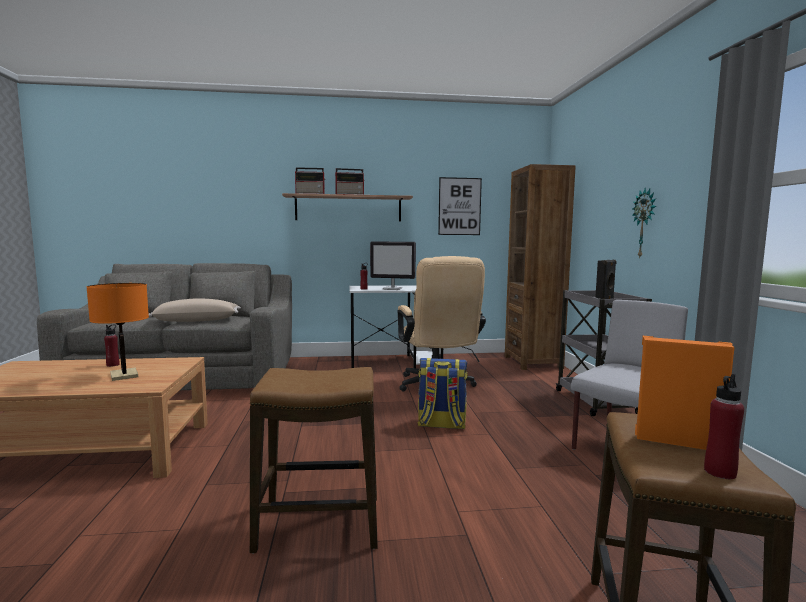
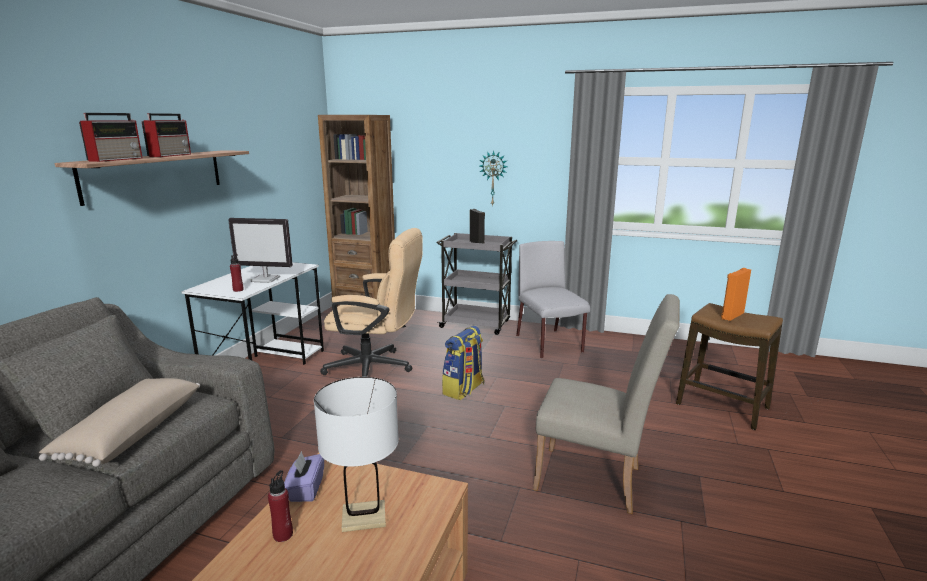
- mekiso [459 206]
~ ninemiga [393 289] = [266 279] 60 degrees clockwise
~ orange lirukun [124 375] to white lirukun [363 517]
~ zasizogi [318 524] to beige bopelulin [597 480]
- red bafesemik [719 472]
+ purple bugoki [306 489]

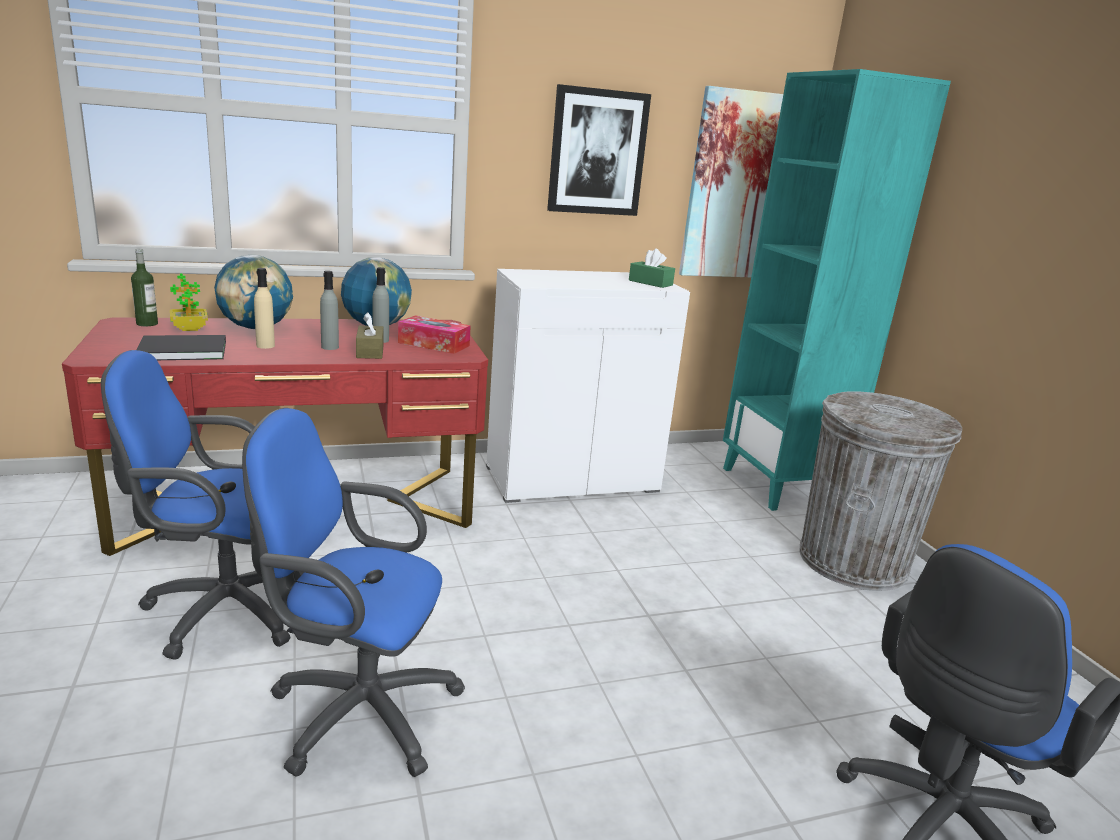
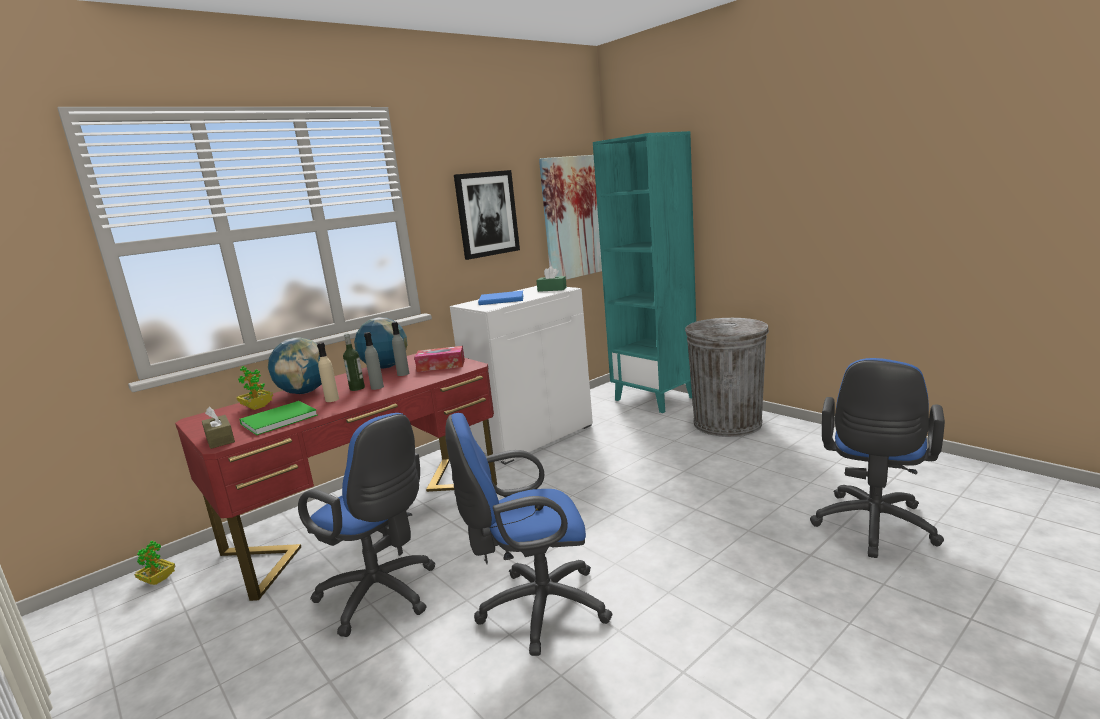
~ bafesemik [147 324] to [357 388]
~ brown bugoki [370 351] to [220 439]
~ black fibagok [180 350] to green fibagok [276 420]
~ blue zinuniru [219 610] = [383 596] 120 degrees counterclockwise
+ blue fibagok [503 300]
+ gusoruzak [158 580]

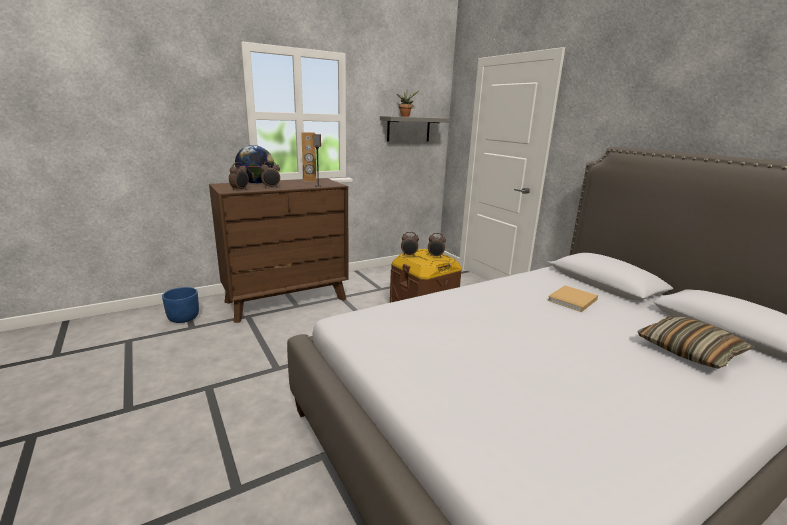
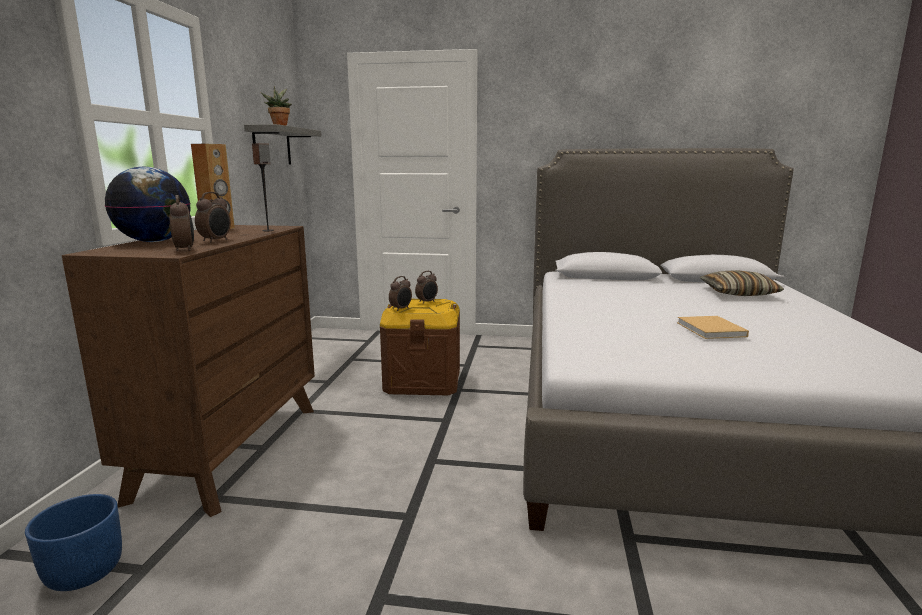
~ beige fibagok [571 300] to [712 330]

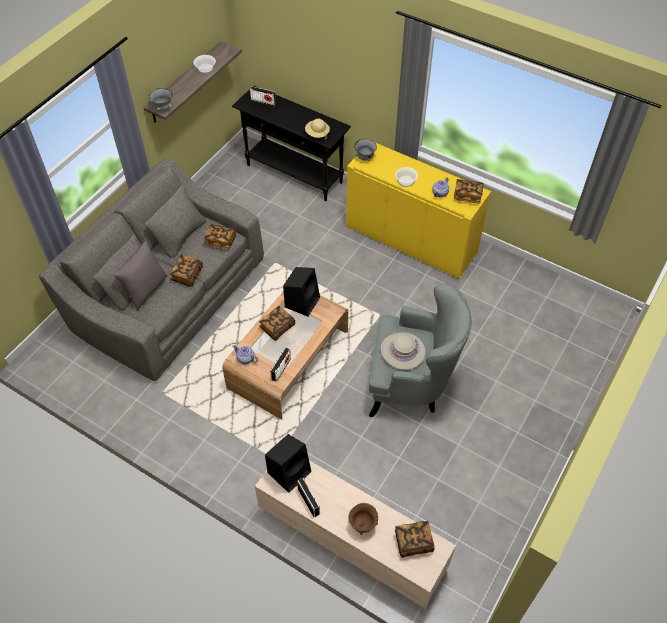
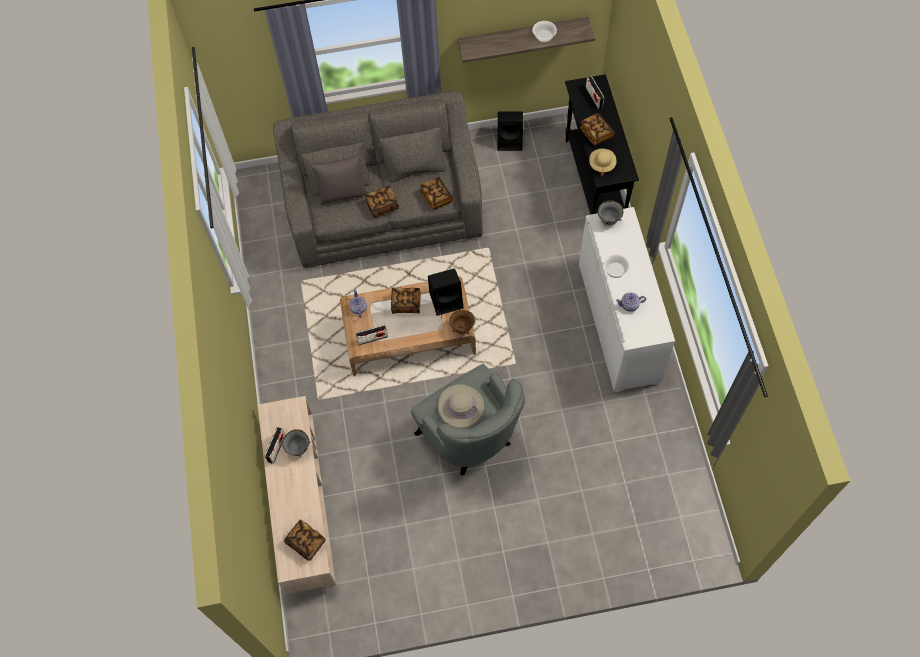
~ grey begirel [163 108] to [299 448]
~ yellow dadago [411 240] to white dadago [618 323]
~ fibagok [467 196] to [596 133]
~ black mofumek [290 471] to [510 140]
~ brown begirel [363 525] to [462 328]

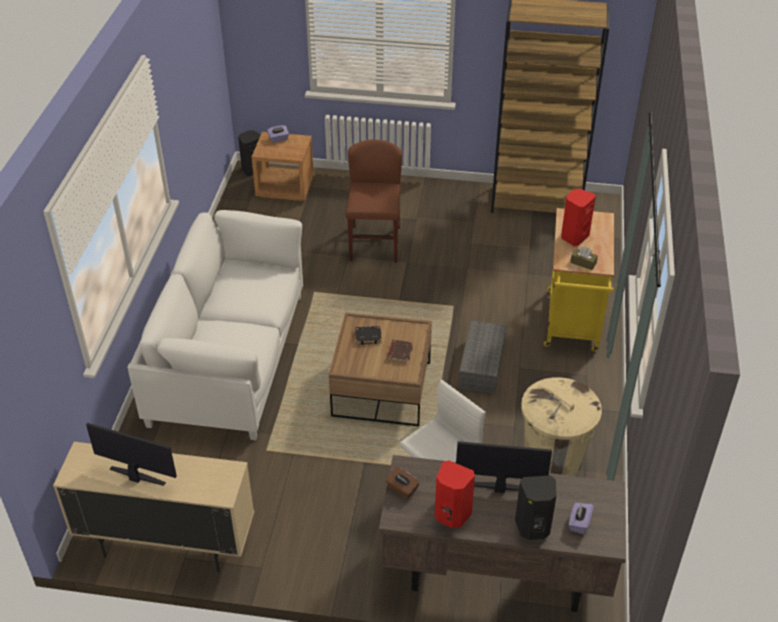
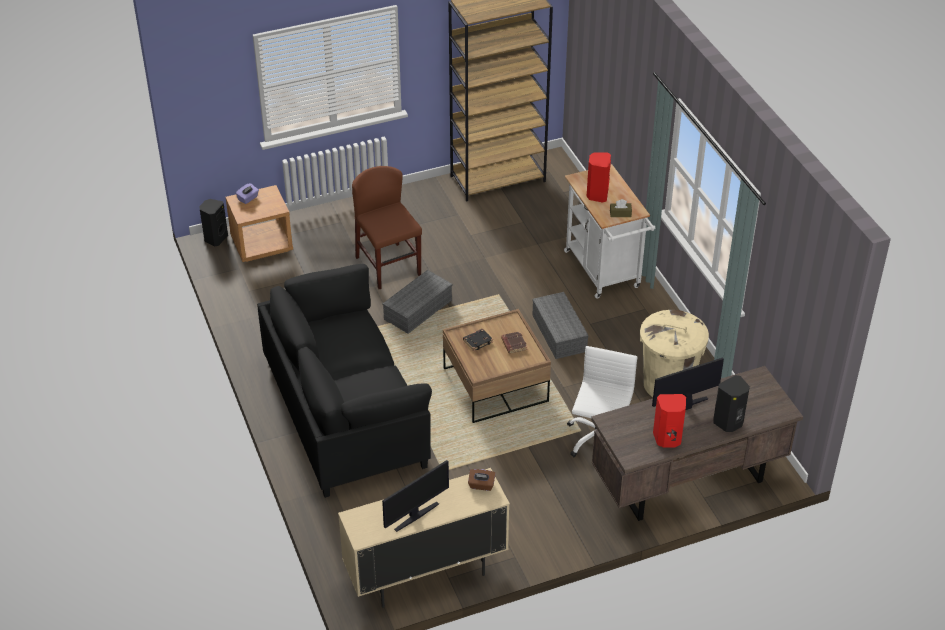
~ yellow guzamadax [572 324] to white guzamadax [604 273]
~ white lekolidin [229 358] to black lekolidin [346 413]
~ ninemiga [136 477] = [415 515] 150 degrees clockwise
~ brown bugoki [402 489] to [481 485]
- purple bugoki [579 523]
+ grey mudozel [418 309]

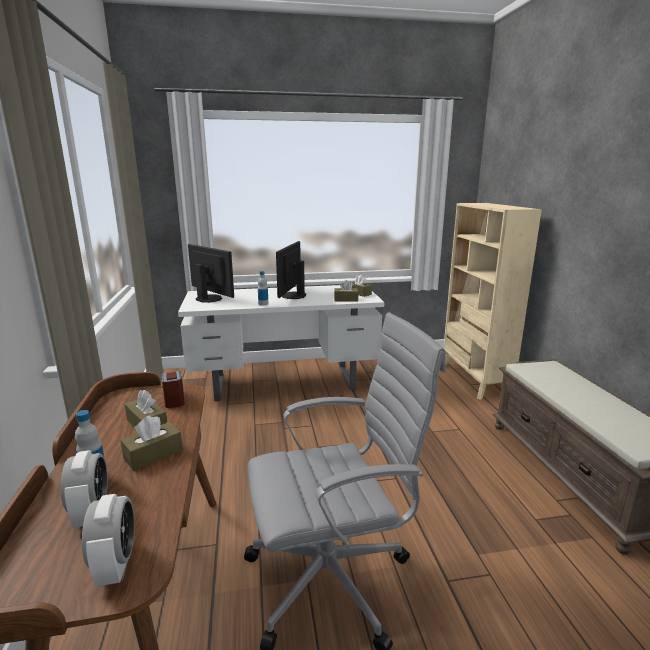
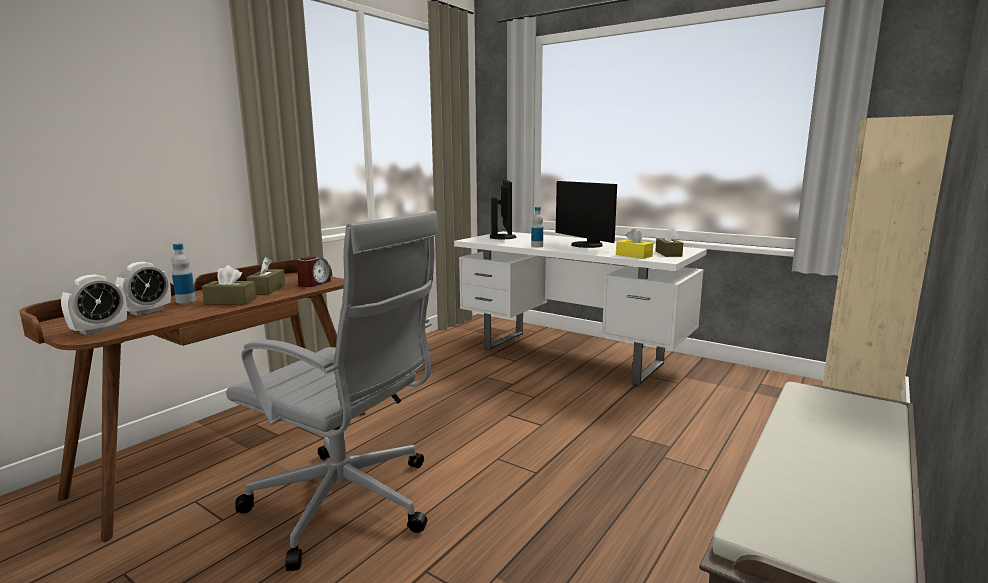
~ ninemiga [292 296] = [585 245] 90 degrees counterclockwise
~ brown bugoki [346 299] to yellow bugoki [634 255]

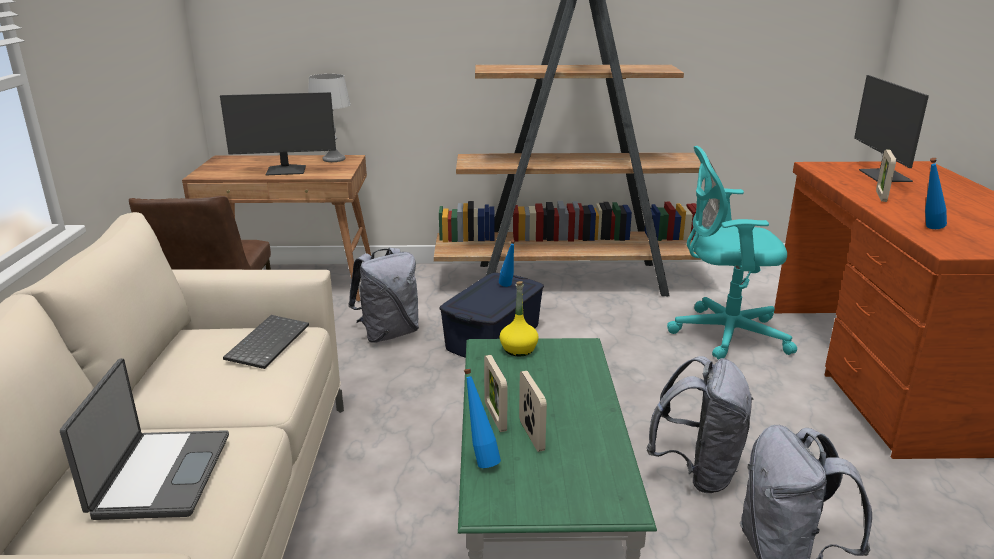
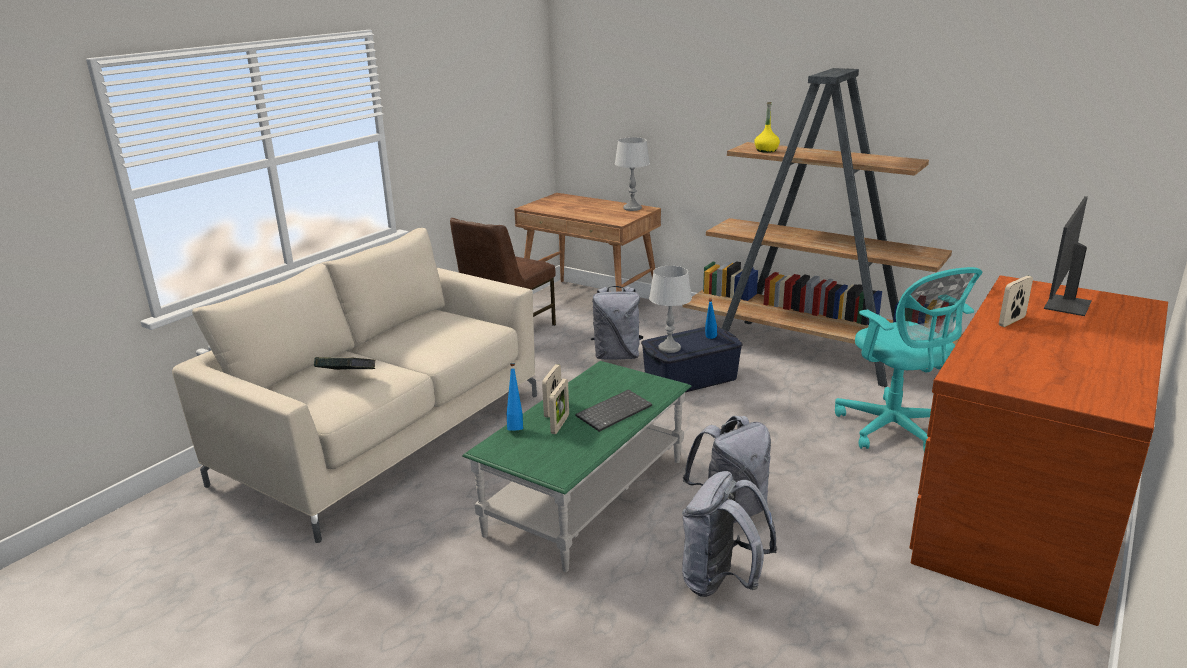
- ninemiga [286 171]
~ turquoise zinuniru [723 334] = [894 430] 150 degrees counterclockwise
- blue bafesemik [927 228]
~ yellow bafesemik [518 349] to [766 150]
~ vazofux [267 342] to [614 411]
~ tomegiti [160 475] to fibagok [347 378]
+ grey lirukun [669 348]

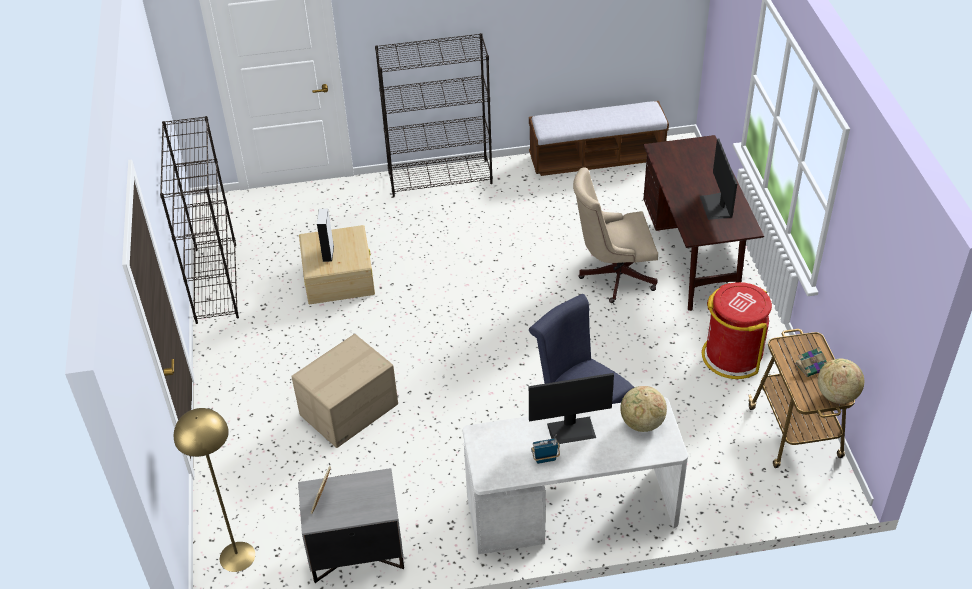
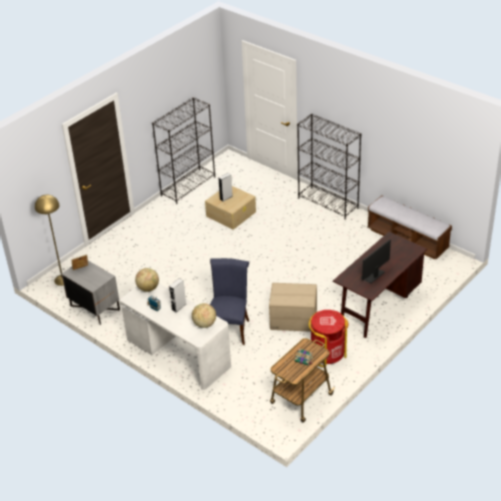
- beige zinuniru [612 276]
~ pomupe [349 410] to [293 319]
~ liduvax [836 395] to [148 288]
~ ninemiga [571 430] to grey mofumek [179 307]

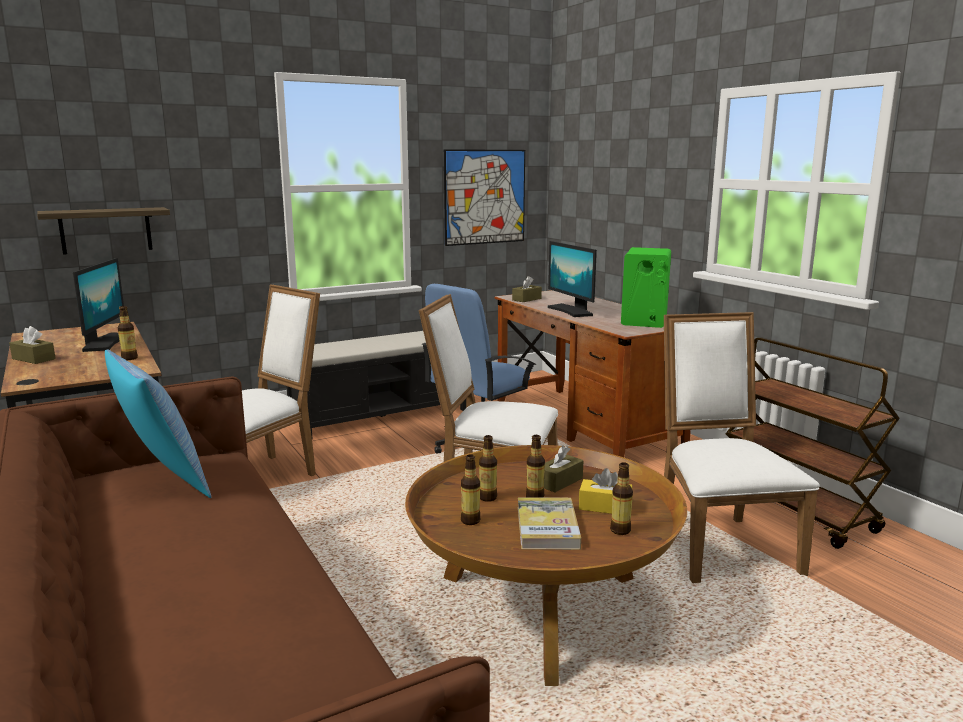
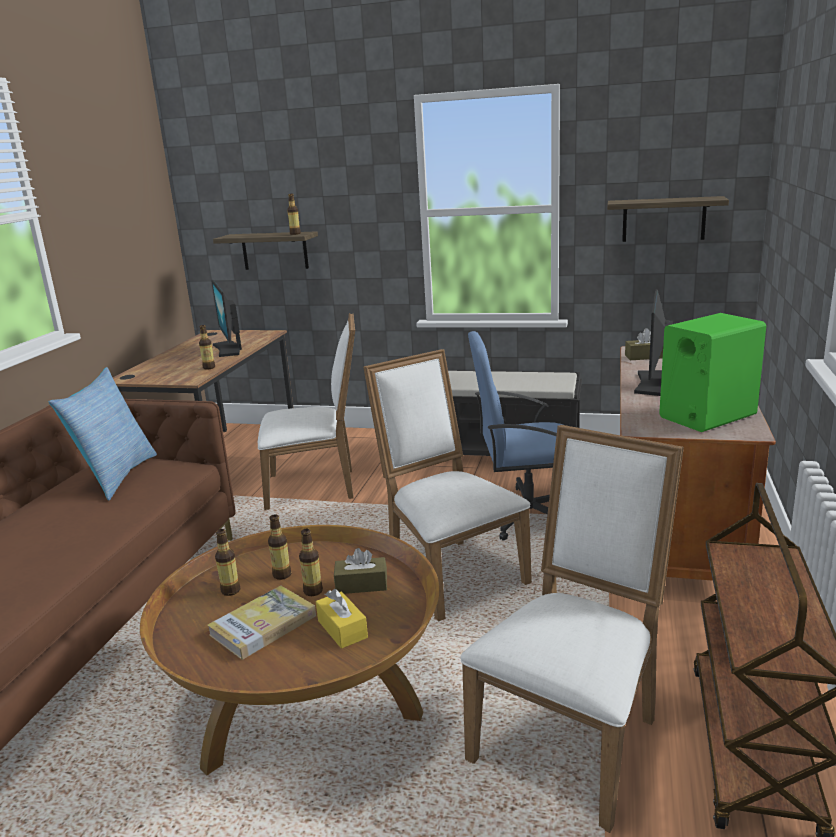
~ mekiso [485 197] to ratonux [663 219]
~ ninemiga [105 343] = [228 349] 120 degrees clockwise
- brown bugoki [33 359]
~ bafesemik [620 530] to [295 234]

